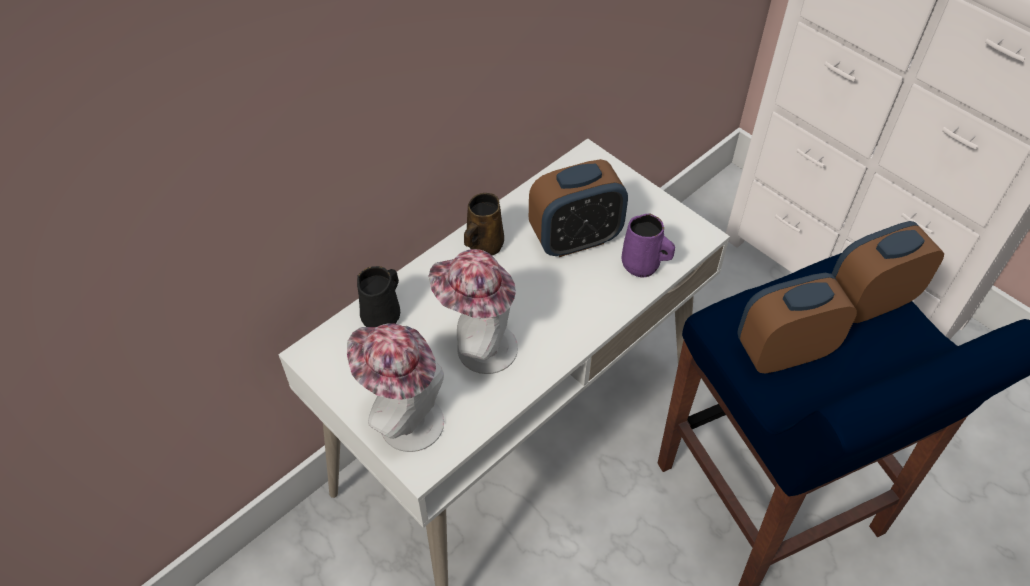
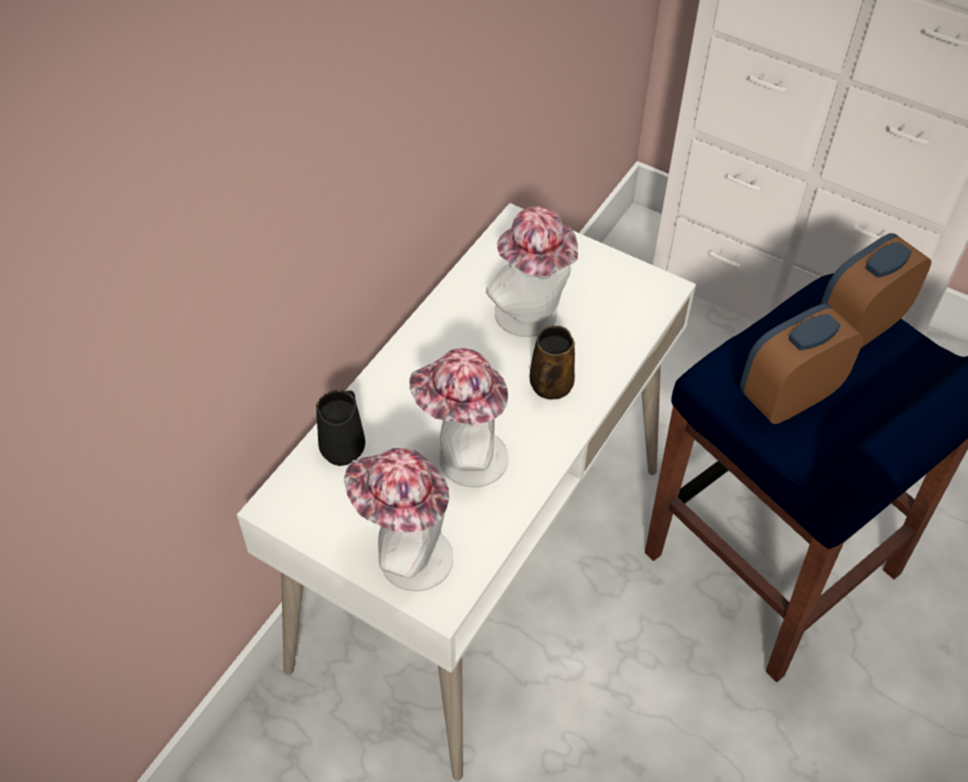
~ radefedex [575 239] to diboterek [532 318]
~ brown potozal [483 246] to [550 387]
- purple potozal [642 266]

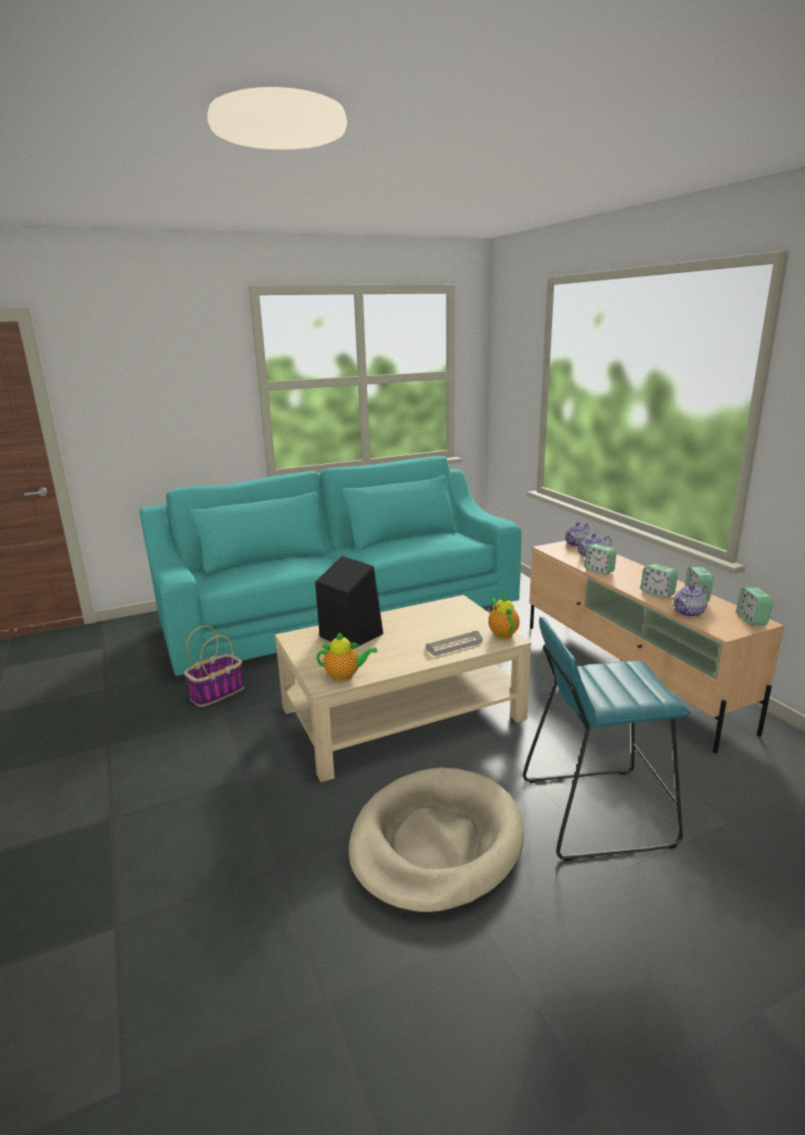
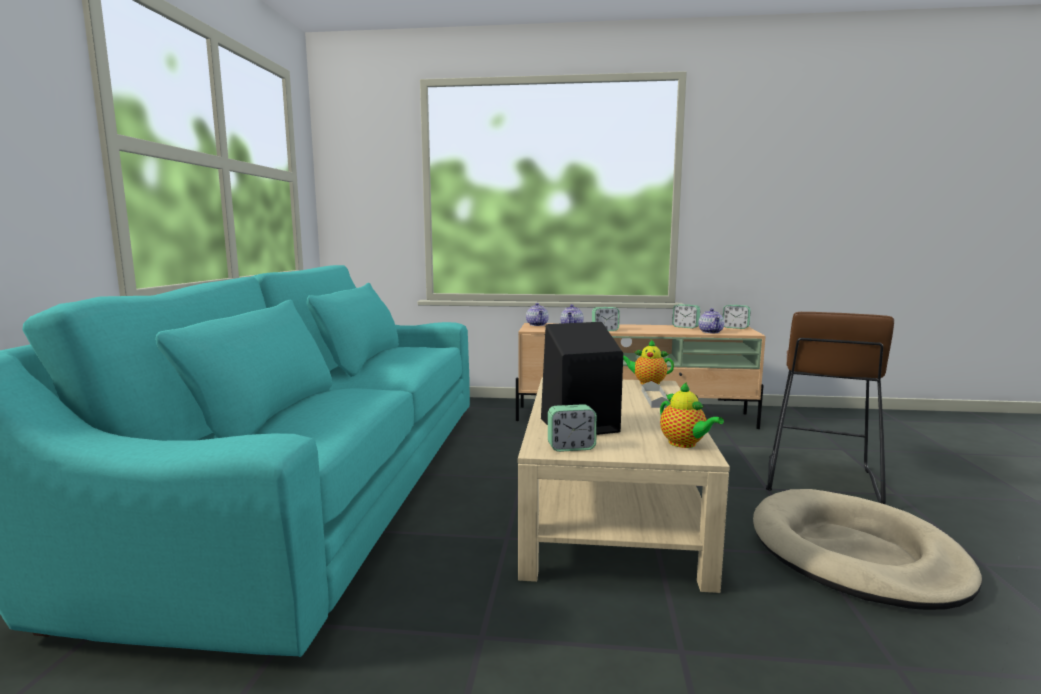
~ radefedex [657 593] to [571 447]
~ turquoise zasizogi [595 811] to brown zasizogi [819 480]
- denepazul [217 693]
~ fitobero [345 675] = [684 444] 120 degrees clockwise

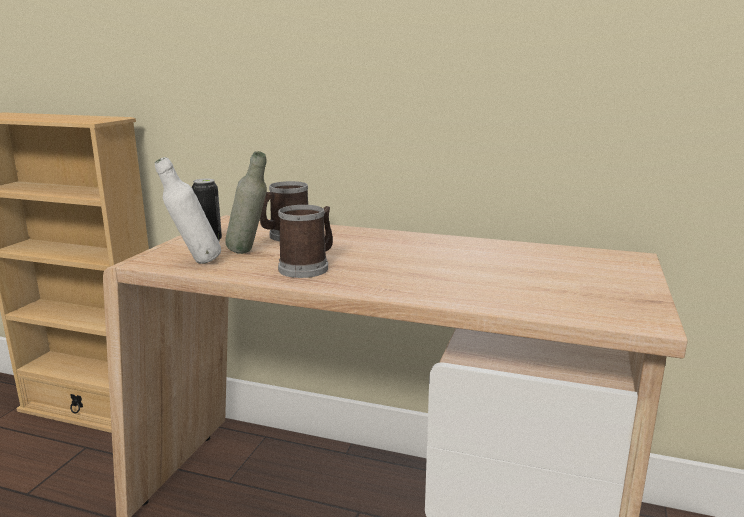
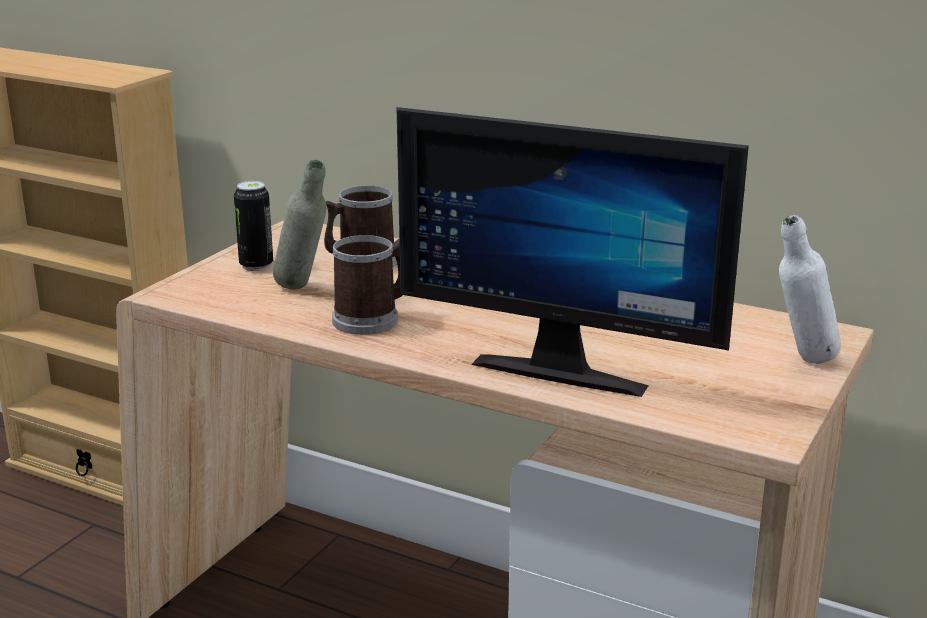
~ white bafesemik [194 264] to [801 362]
+ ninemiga [565 366]

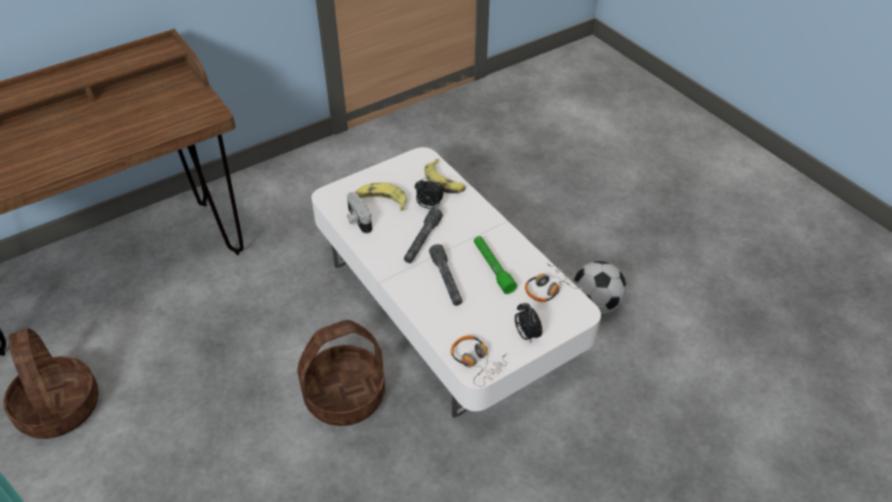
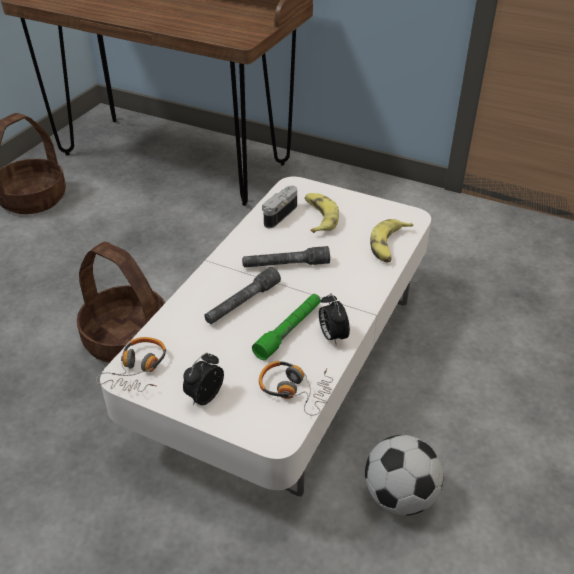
~ radefedex [429 206] to [332 336]

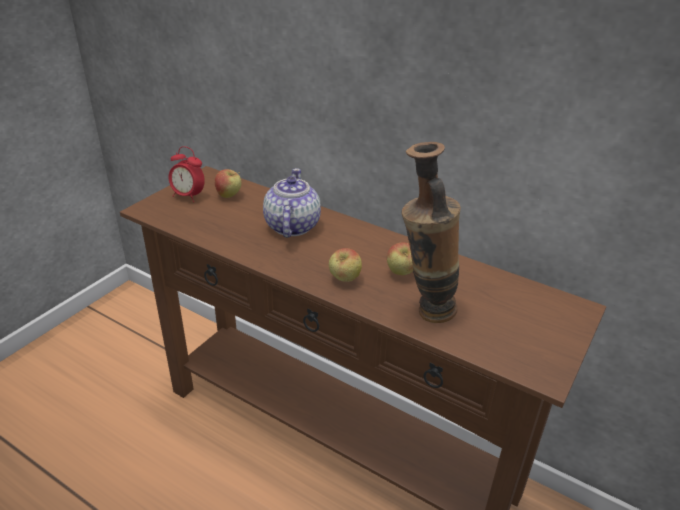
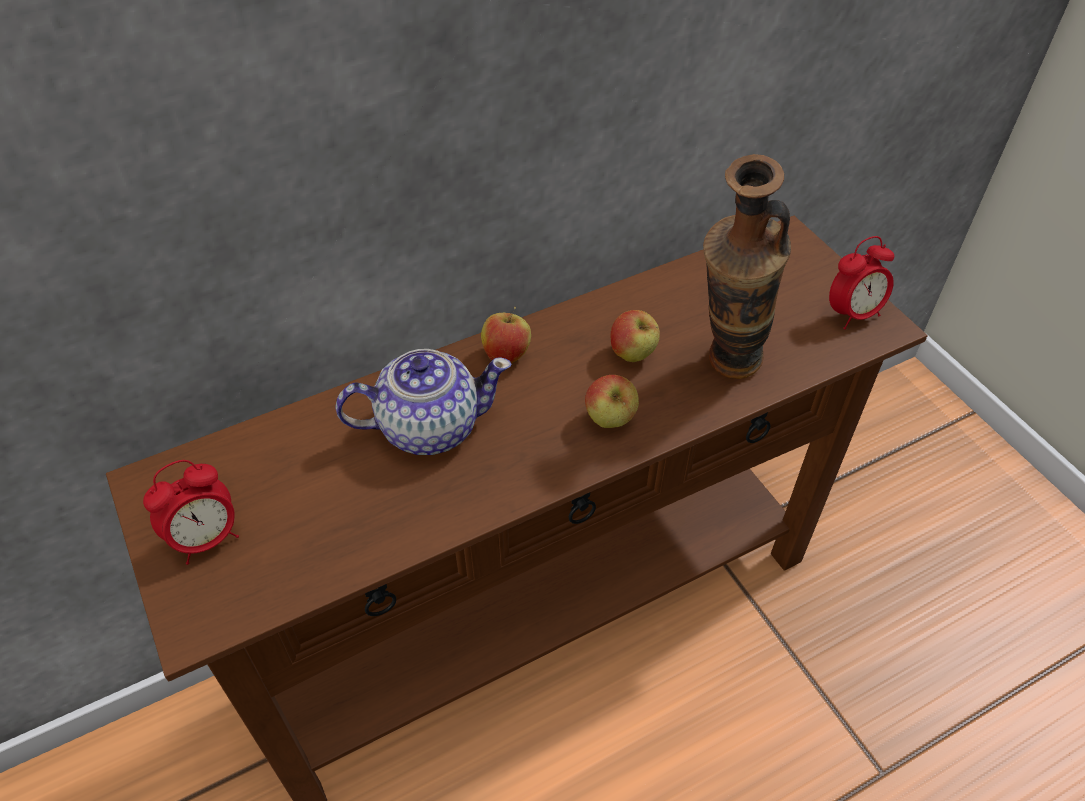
~ fitobero [291 227] = [428 426] 135 degrees clockwise
~ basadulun [229 196] to [506 355]
+ radefedex [852 314]

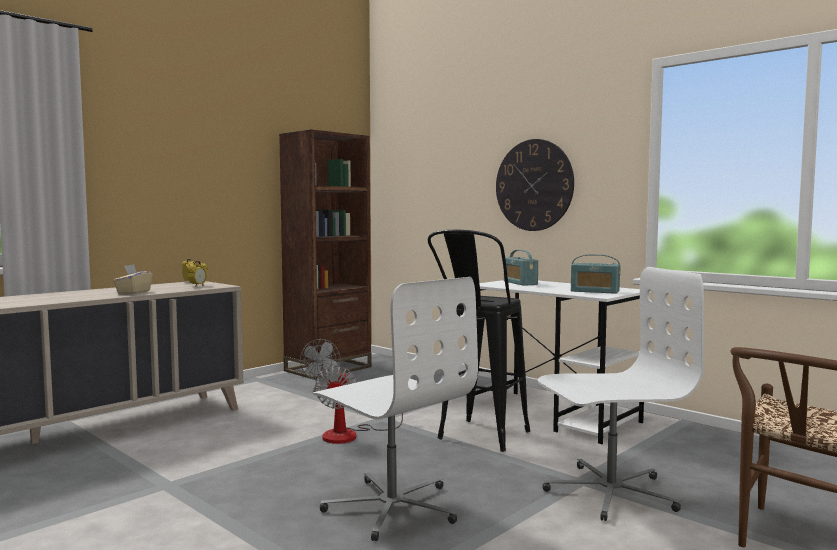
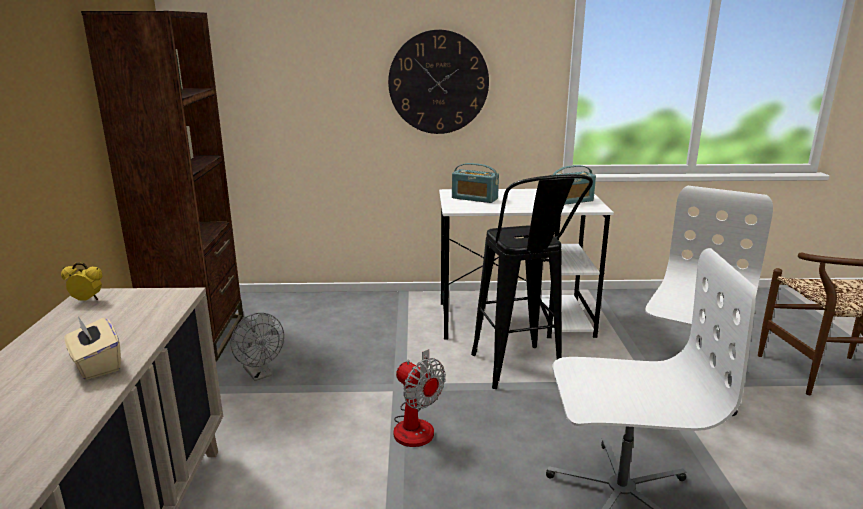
- radefedex [197 286]

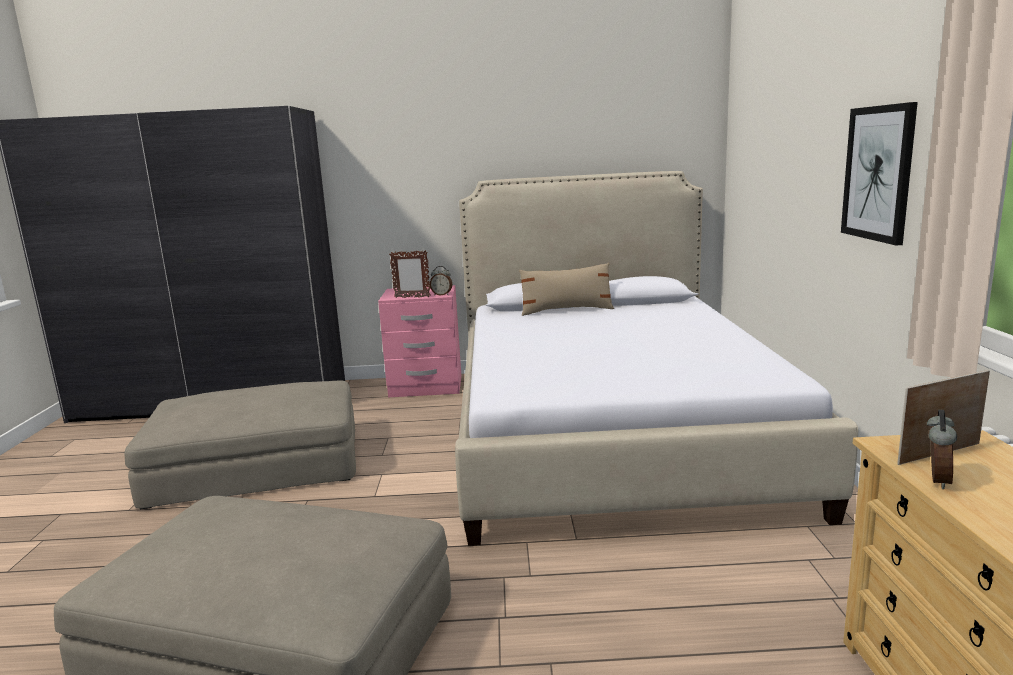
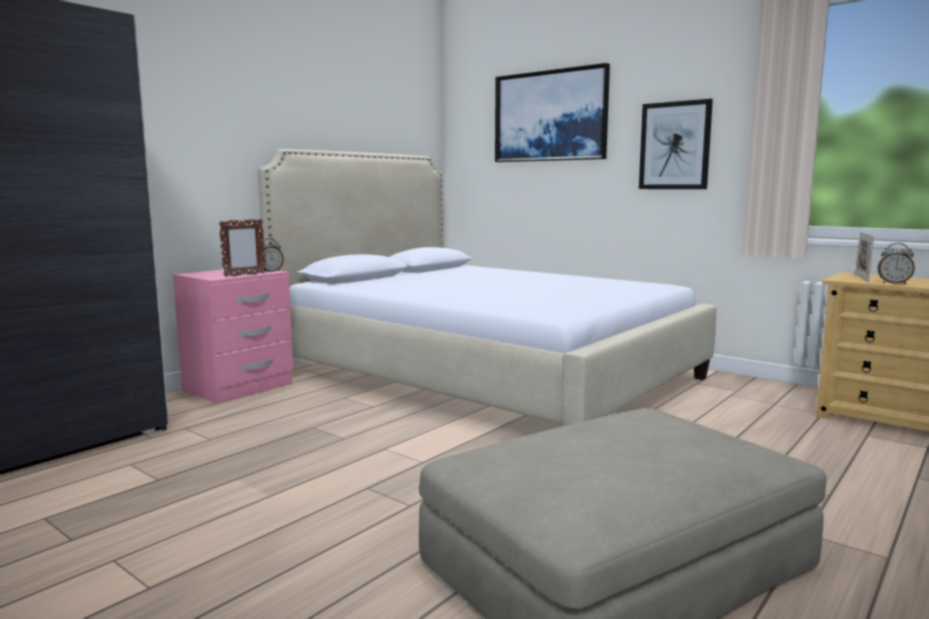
- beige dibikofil [566 310]
- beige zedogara [257 464]
~ radefedex [935 480] = [893 283] 135 degrees clockwise
+ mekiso [550 116]

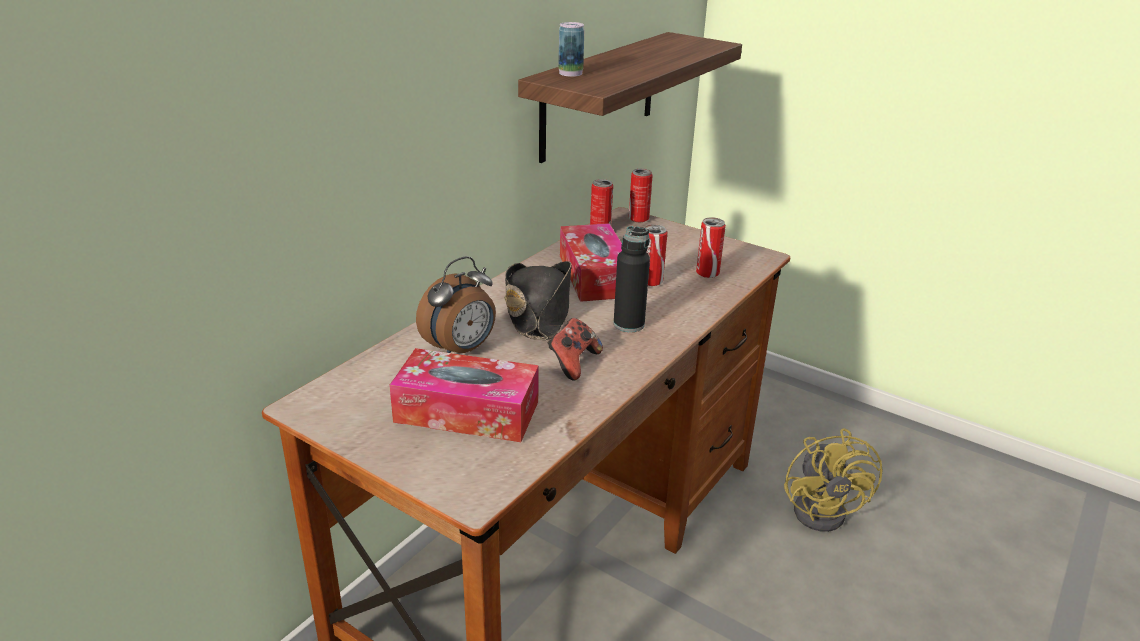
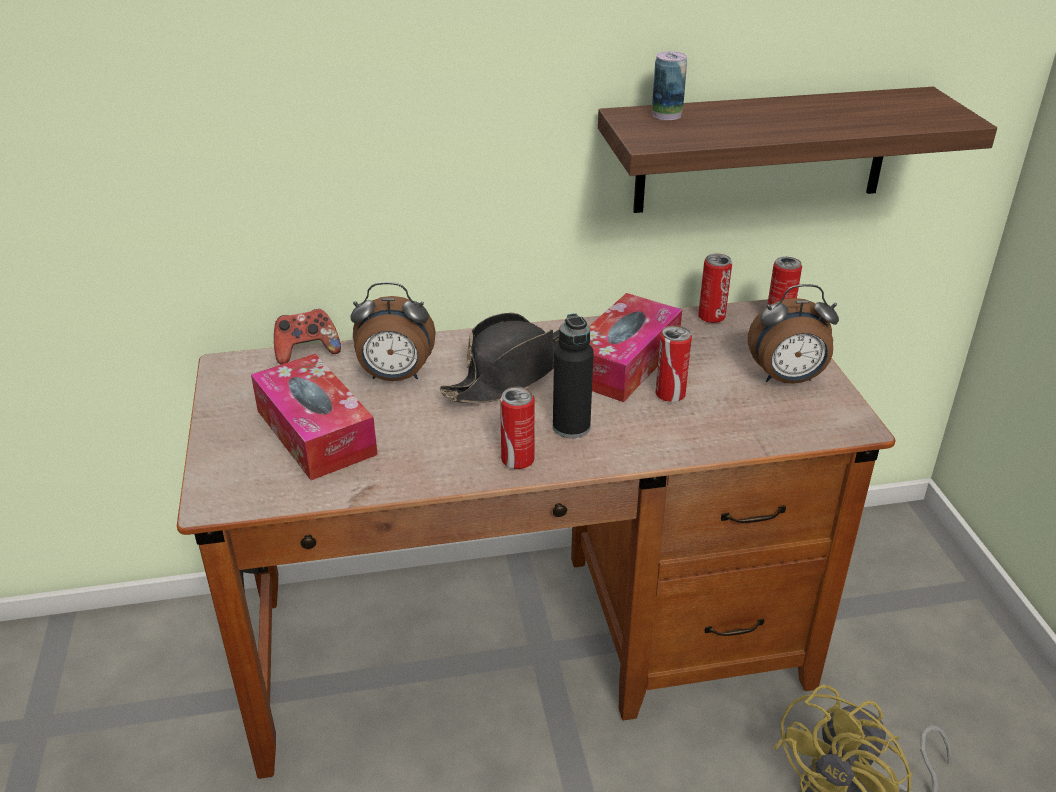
~ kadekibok [707 273] to [517 460]
~ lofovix [573 363] to [307 352]
+ radefedex [787 379]

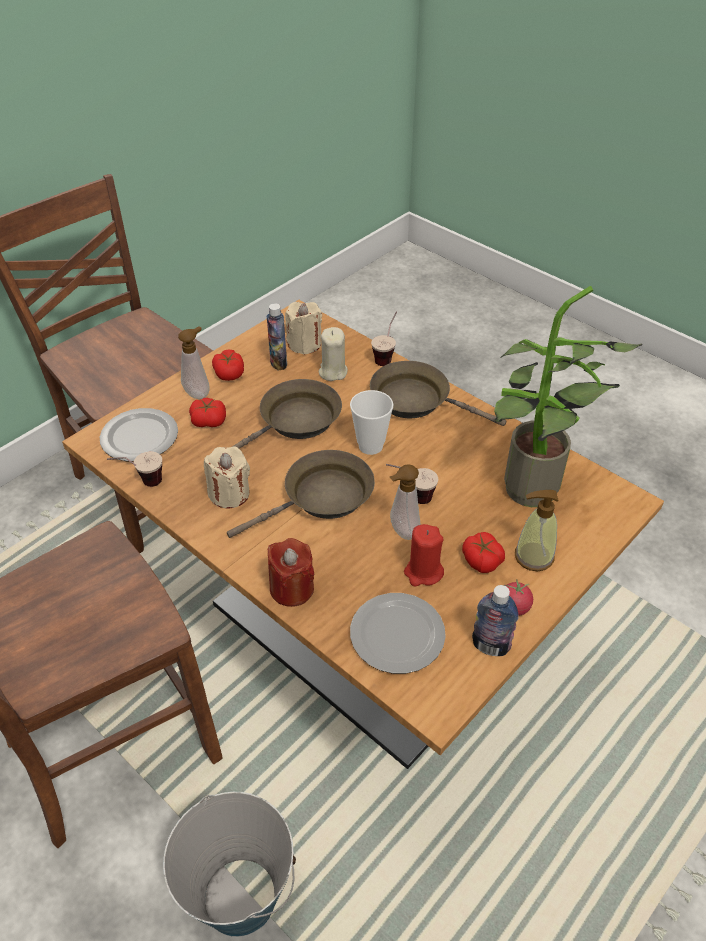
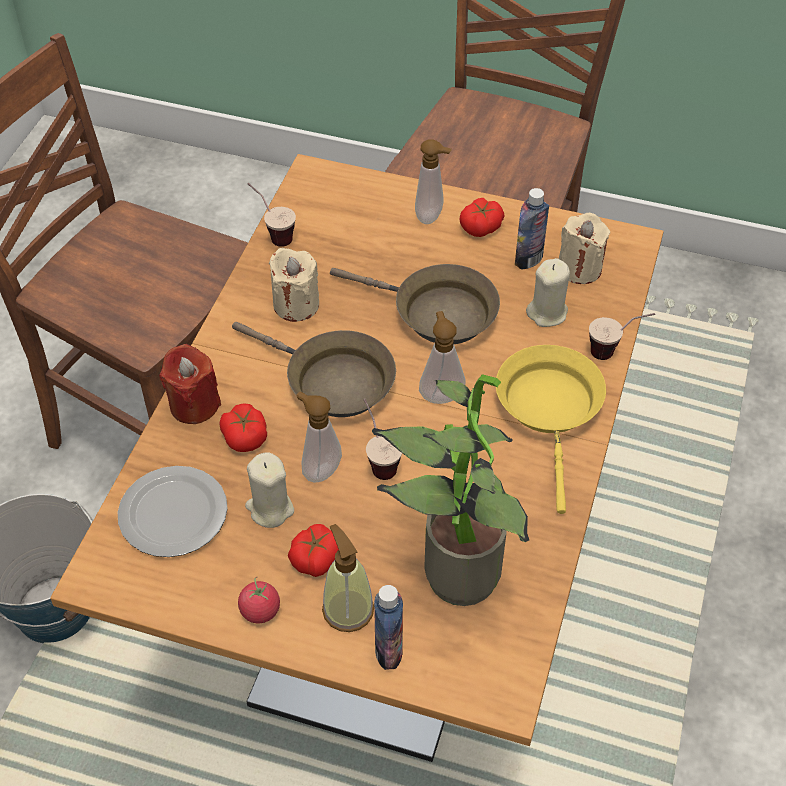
~ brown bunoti [416 400] to yellow bunoti [550 410]
~ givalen [370 446] to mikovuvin [440 394]
~ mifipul [208 420] to [245 436]
- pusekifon [141 437]
~ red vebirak [423 572] to beige vebirak [270 509]
~ bafesemik [490 646] to [388 651]

